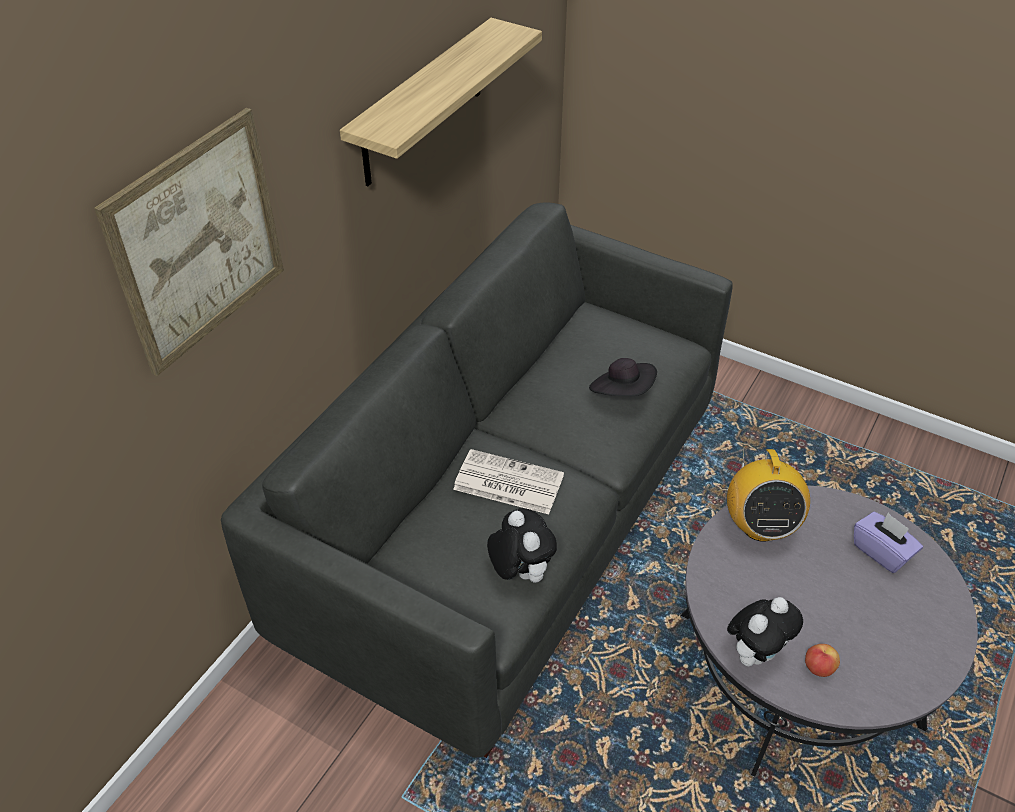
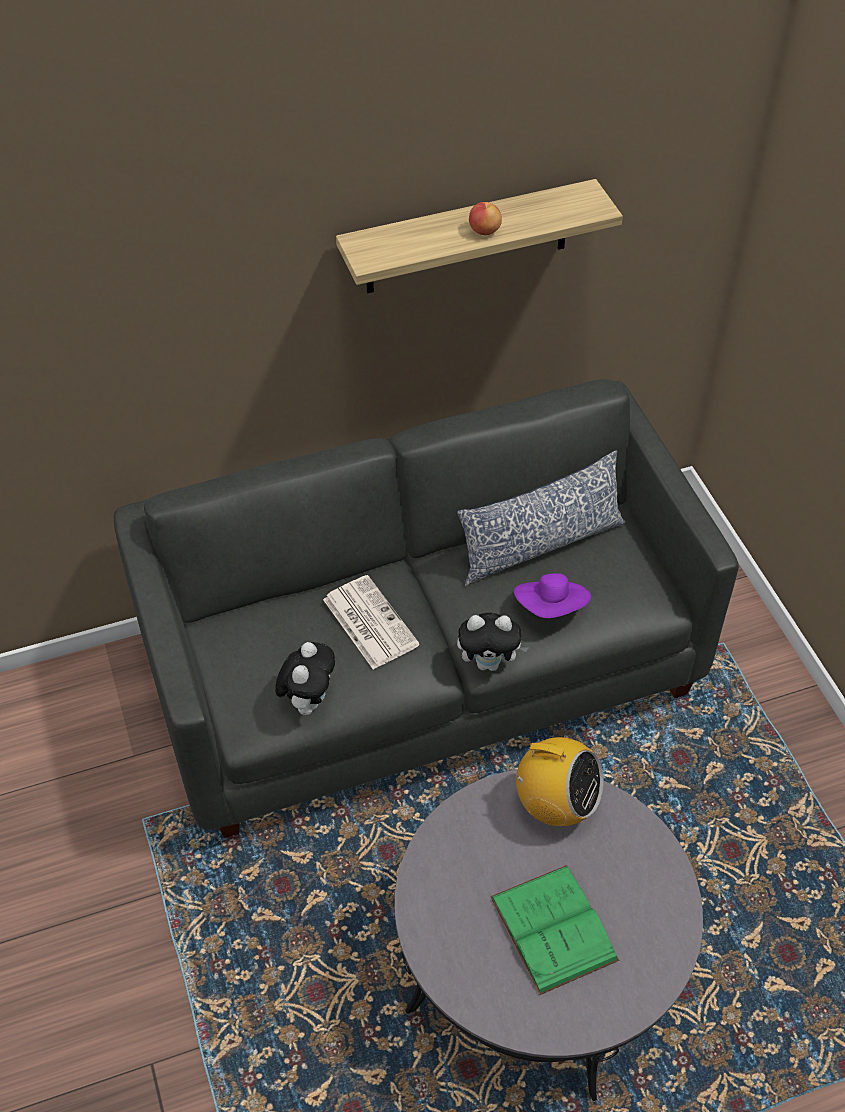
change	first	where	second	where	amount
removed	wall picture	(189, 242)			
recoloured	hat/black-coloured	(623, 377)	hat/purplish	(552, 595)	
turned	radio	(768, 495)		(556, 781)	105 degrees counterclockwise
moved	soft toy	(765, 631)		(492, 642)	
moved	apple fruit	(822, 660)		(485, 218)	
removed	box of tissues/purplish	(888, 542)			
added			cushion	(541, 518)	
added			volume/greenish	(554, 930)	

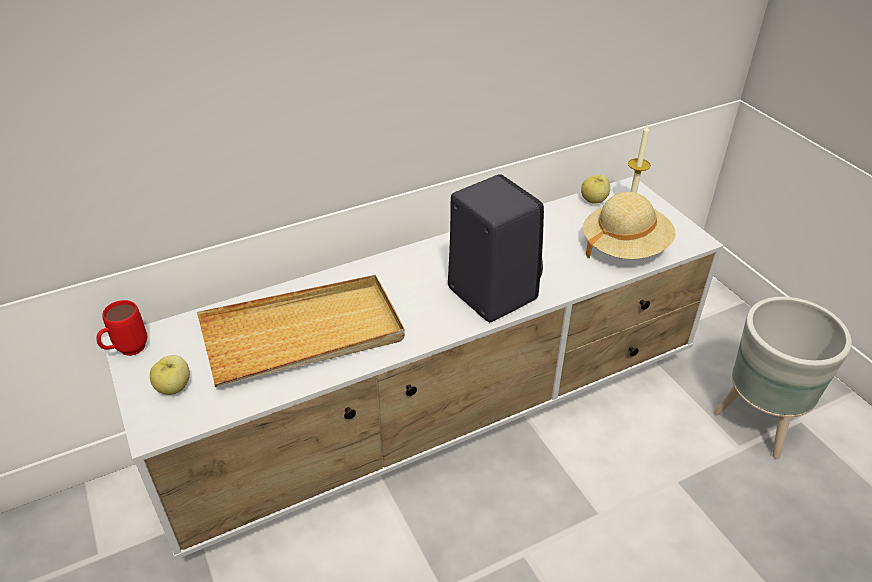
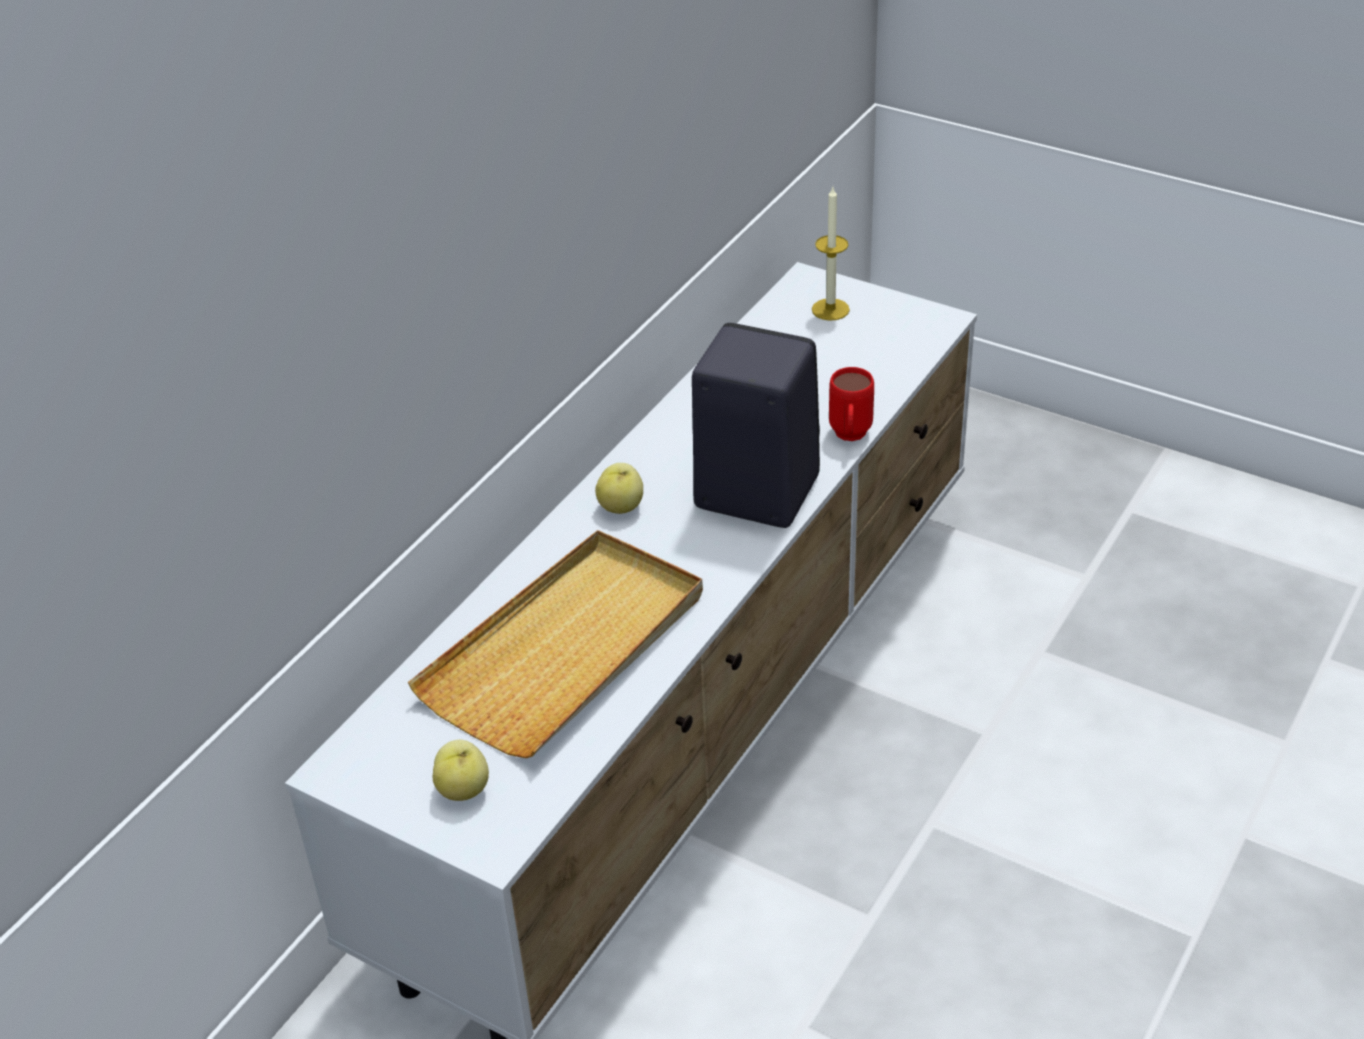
change	first	where	second	where	amount
moved	tea mug/red-coloured	(121, 328)		(851, 404)	
moved	apple fruit	(595, 189)		(619, 488)	
removed	hat/beige-coloured	(629, 225)			
removed	flower pot/greyish	(783, 378)			

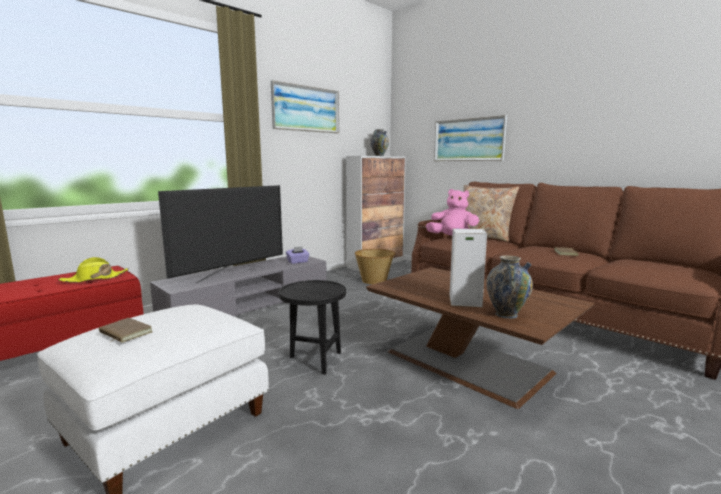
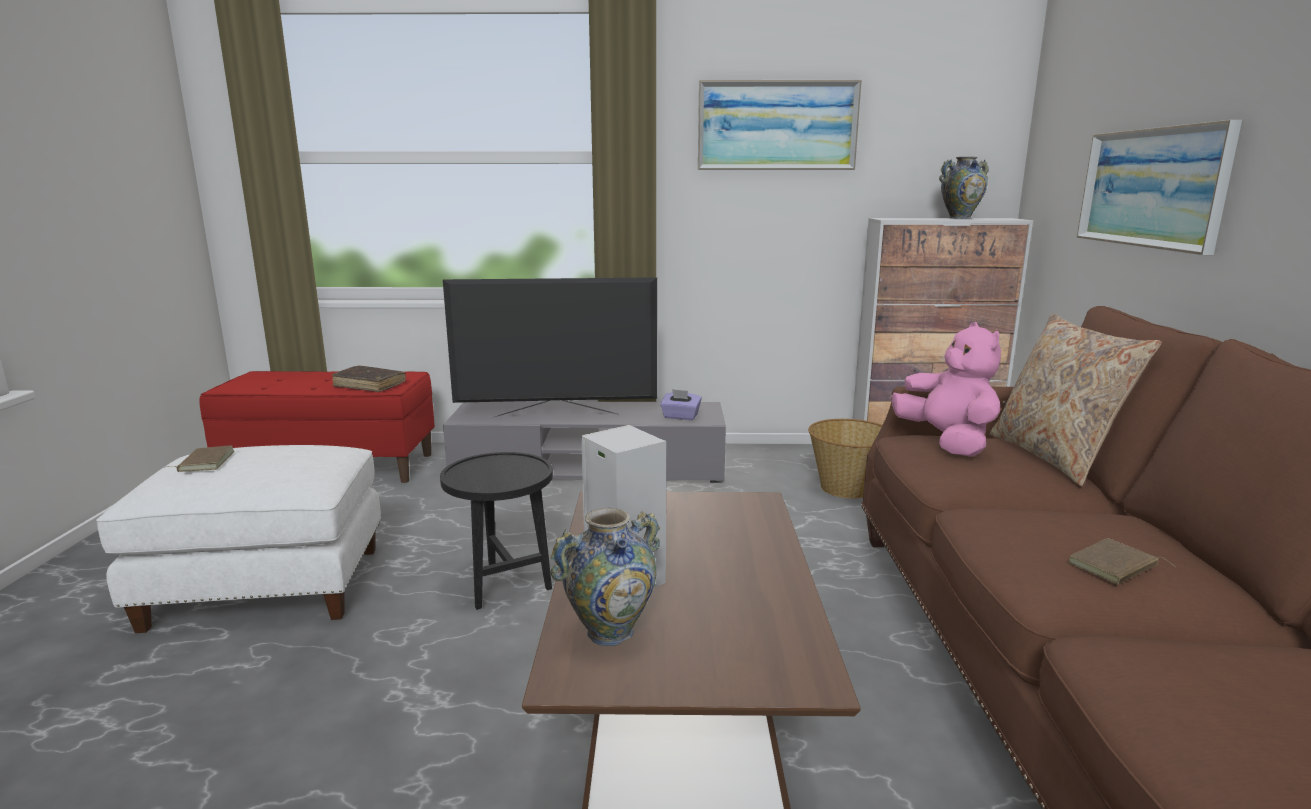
change	first	where	second	where	amount
replaced	hat/yellowish	(93, 270)	volume/brown	(369, 378)	

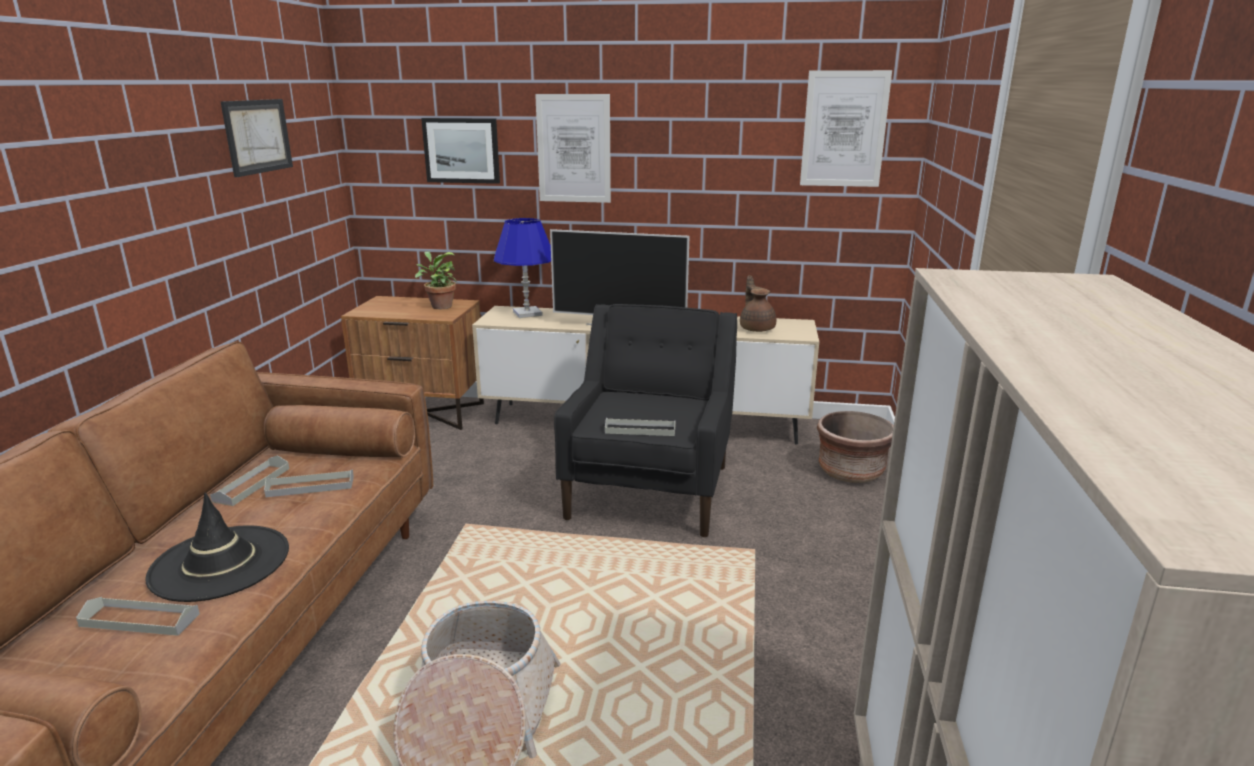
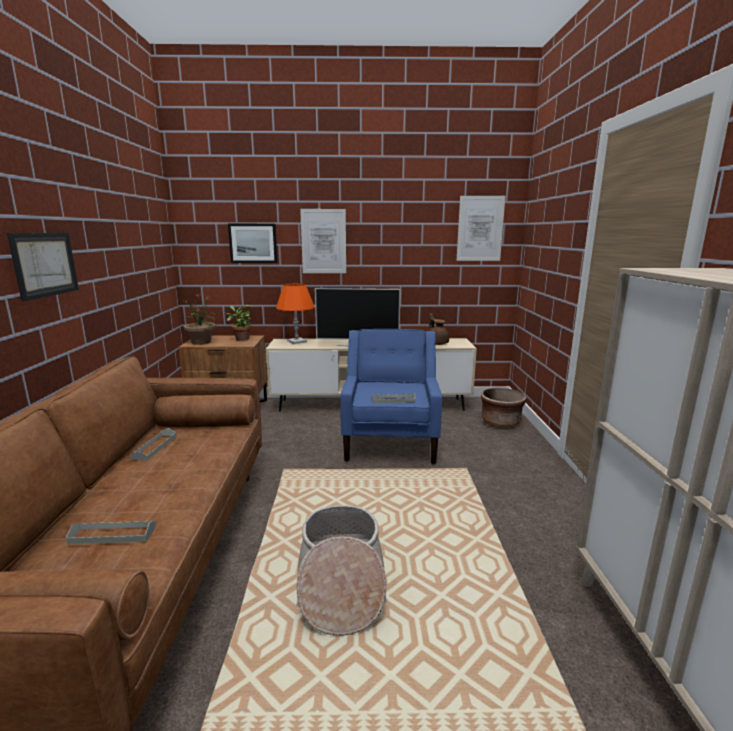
change	first	where	second	where	amount
removed	hat/black-coloured	(217, 547)			
moved	wall picture	(256, 138)		(43, 267)	
removed	tray/greyish	(309, 483)			
recoloured	lamp for a table/blue-coloured	(522, 268)	lamp for a table/orange	(295, 313)	
recoloured	lounge chair/black-coloured	(645, 420)	lounge chair/blue-coloured	(391, 396)	
added			houseplant	(198, 319)	

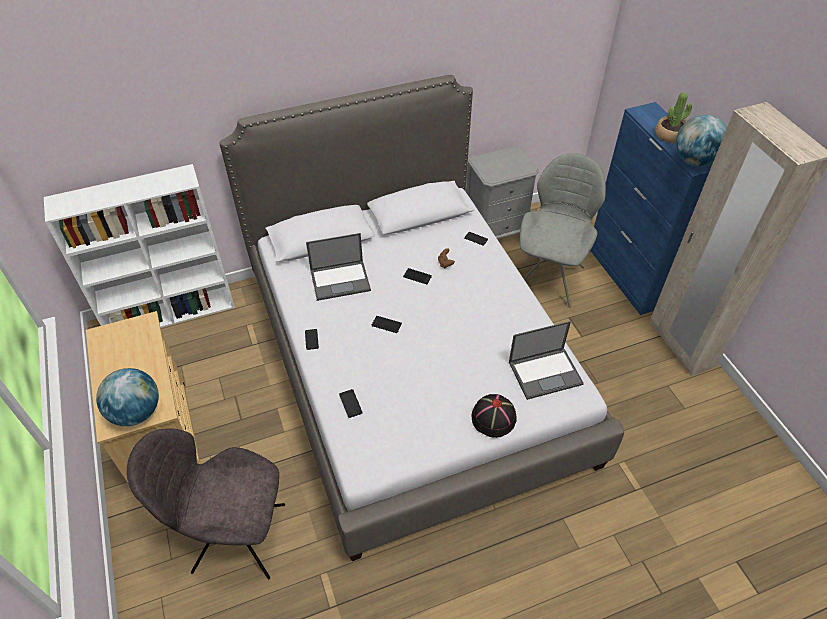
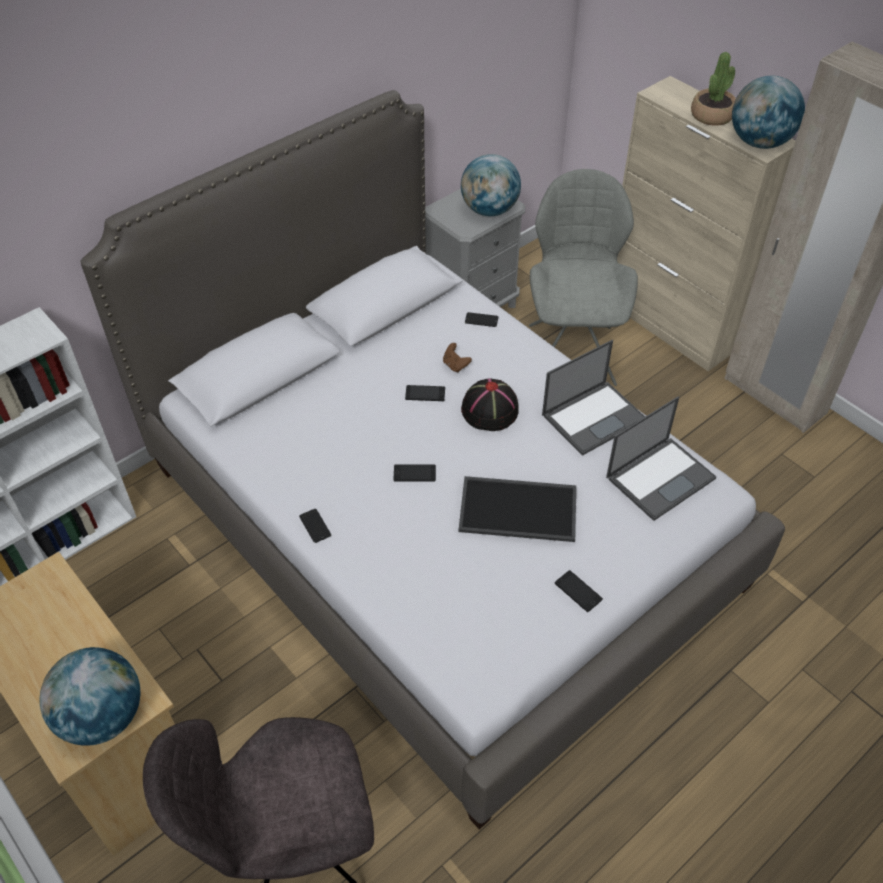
change	first	where	second	where	amount
moved	laptop	(338, 267)		(593, 398)	
moved	handset	(351, 403)		(579, 591)	
moved	hat/black-coloured	(494, 416)		(490, 404)	
recoloured	cupboard/blue-coloured	(651, 208)	cupboard/beige-coloured	(706, 223)	
added			tray	(517, 509)	
added			globe	(491, 185)	

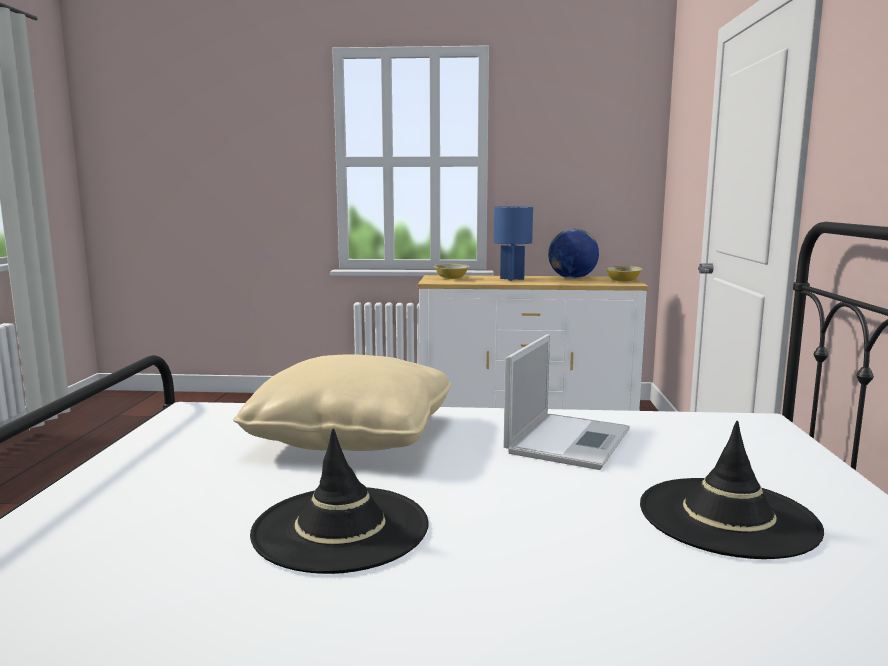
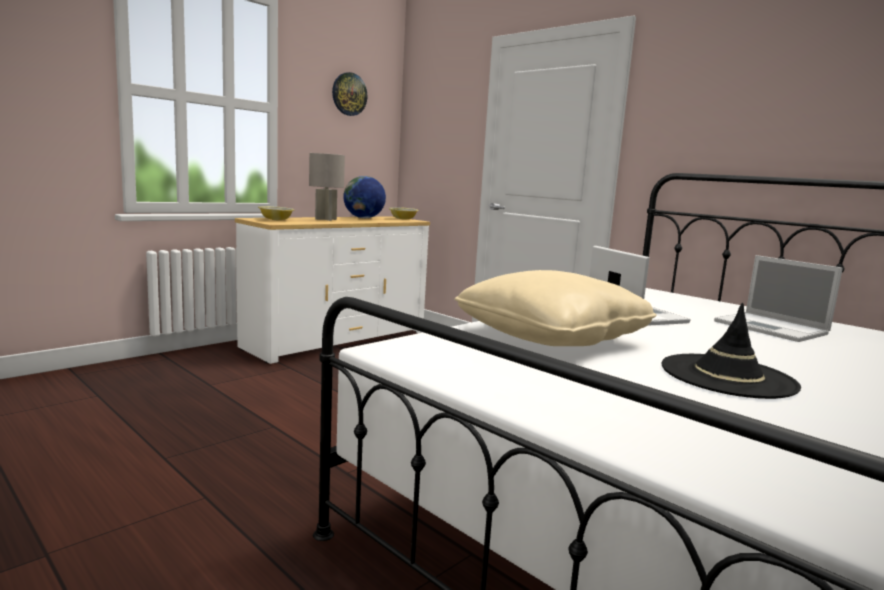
change	first	where	second	where	amount
recoloured	lamp for a table/blue-coloured	(513, 243)	lamp for a table/greyish	(327, 187)	
replaced	hat/black-coloured	(732, 490)	laptop	(778, 298)	
added			wall clock	(349, 94)	

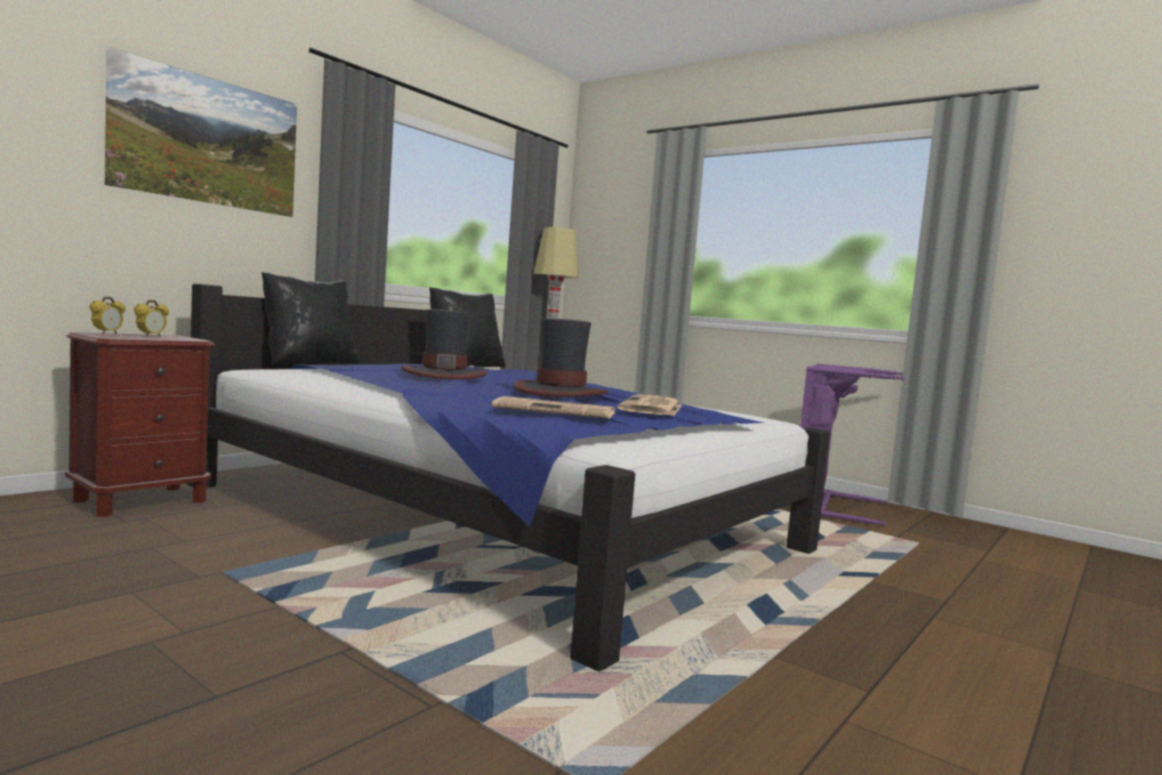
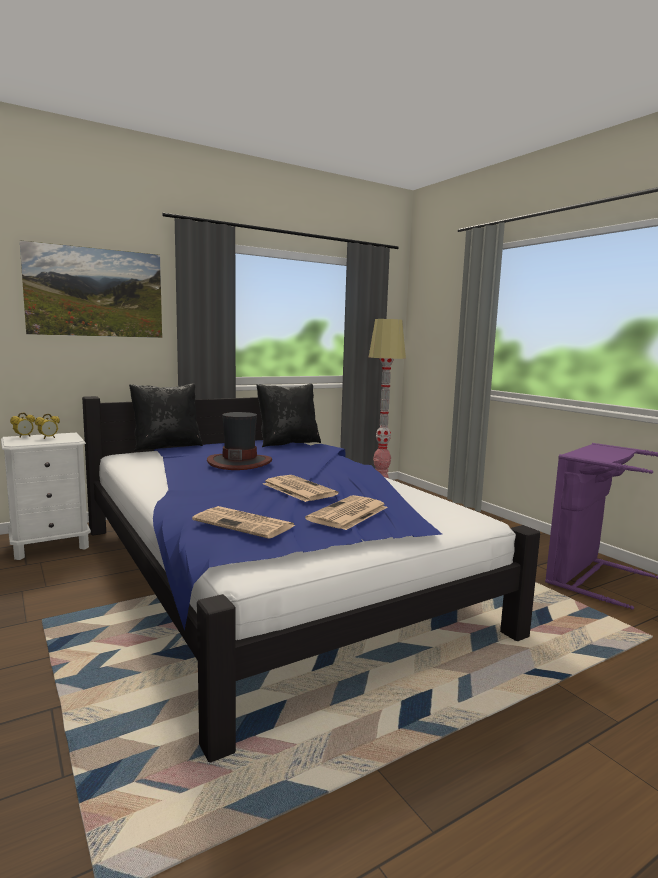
change	first	where	second	where	amount
recoloured	bedside table/brown	(140, 424)	bedside table/whitish	(46, 496)	
replaced	hat	(560, 357)	newspaper	(300, 488)	

